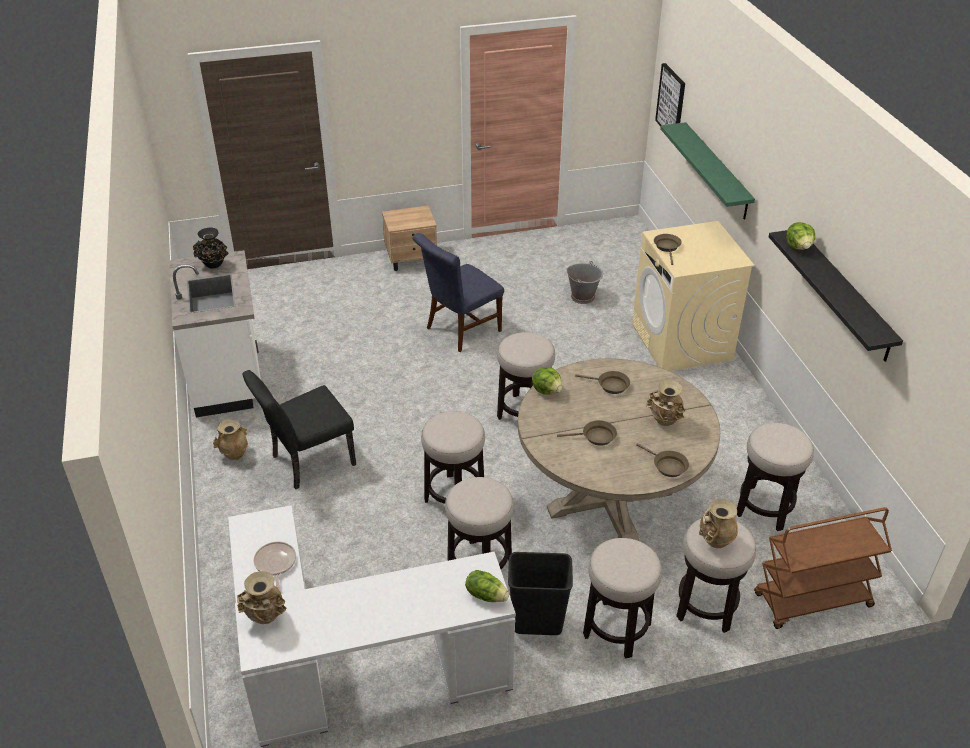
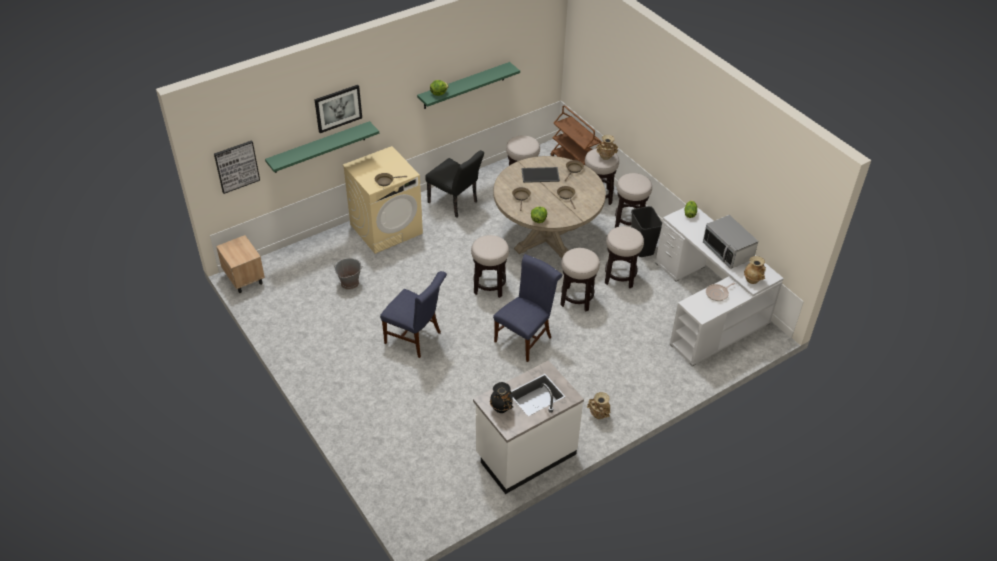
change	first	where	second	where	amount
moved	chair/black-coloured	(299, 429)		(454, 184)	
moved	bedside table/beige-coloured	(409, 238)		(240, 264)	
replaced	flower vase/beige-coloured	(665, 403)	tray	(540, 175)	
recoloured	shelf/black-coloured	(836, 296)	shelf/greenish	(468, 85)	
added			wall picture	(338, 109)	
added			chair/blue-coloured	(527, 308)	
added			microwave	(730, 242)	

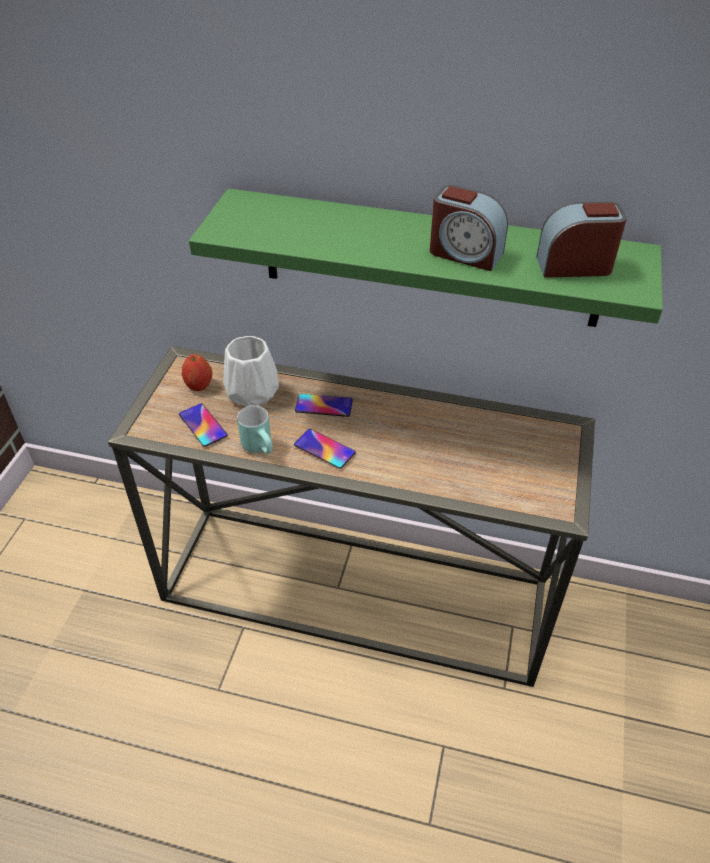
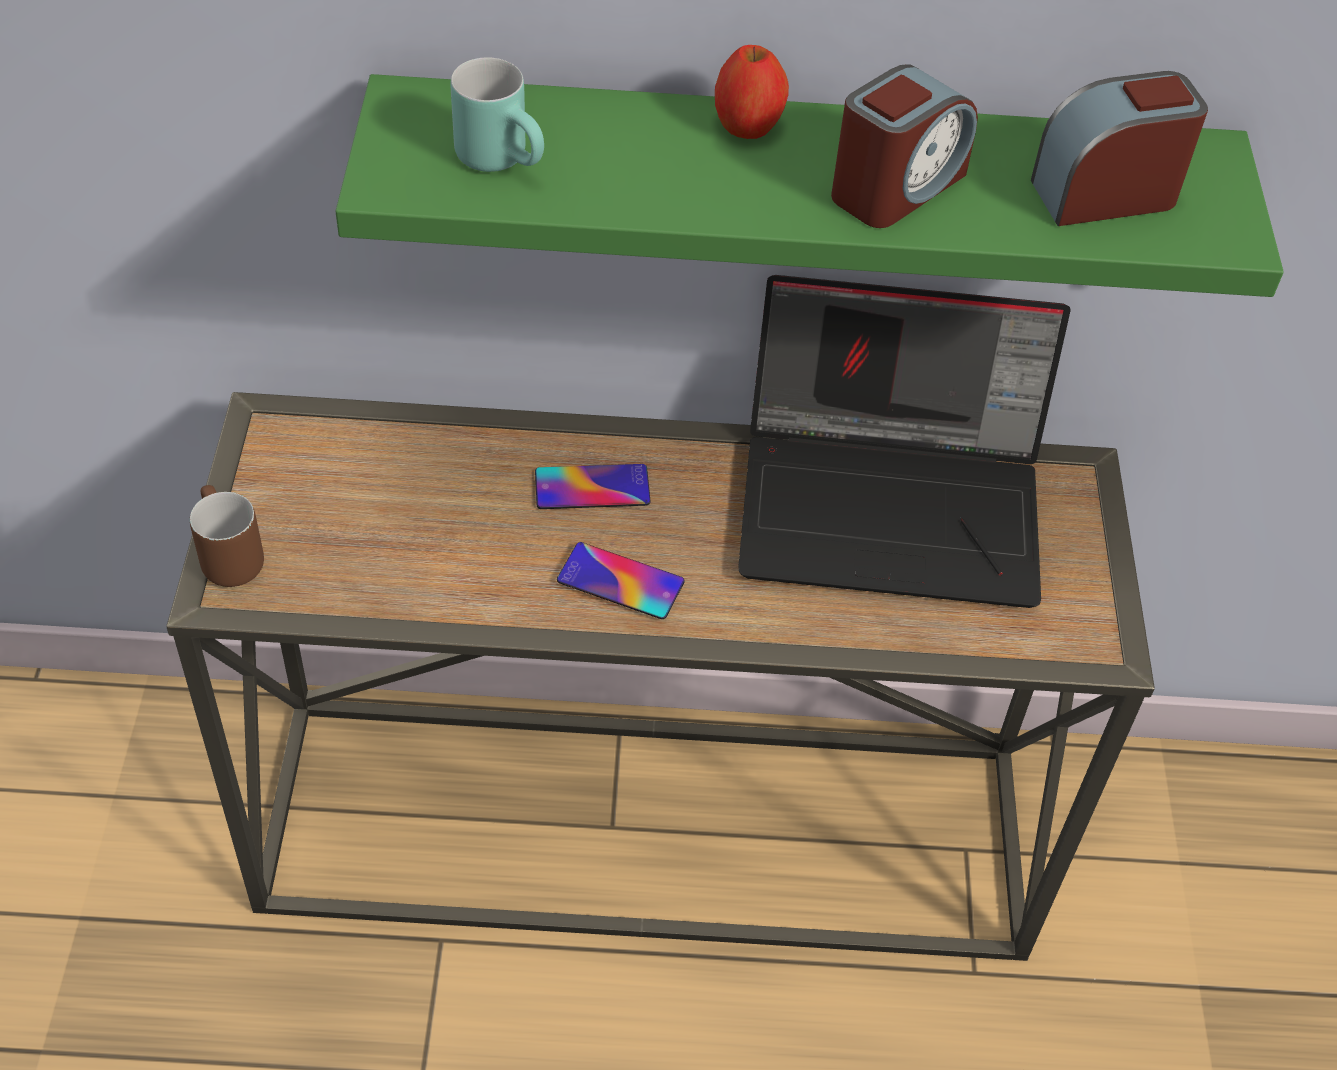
change	first	where	second	where	amount
removed	handset	(203, 425)			
moved	apple fruit	(197, 372)		(752, 92)	
removed	flower vase/whitish	(251, 371)			
moved	tea mug/blue-green	(255, 429)		(497, 114)	
turned	alarm clock	(469, 228)		(904, 146)	60 degrees counterclockwise
added			tea mug/brown	(227, 536)	
added			laptop	(904, 441)	

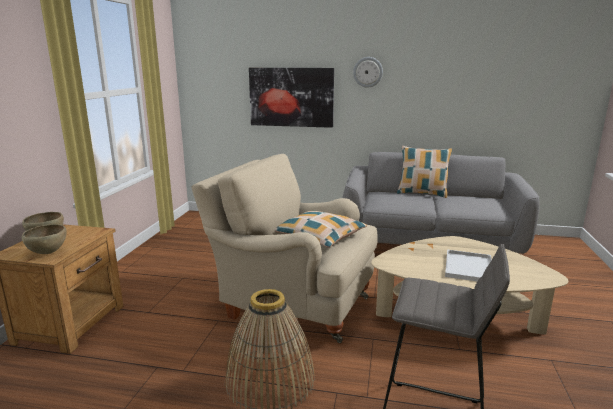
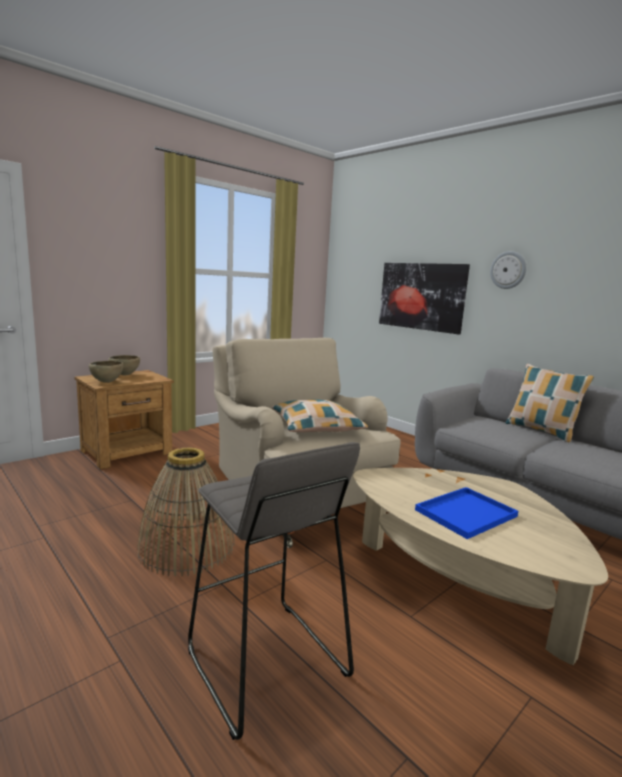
change	first	where	second	where	amount
recoloured	tray/whitish	(468, 265)	tray/blue-coloured	(466, 513)	

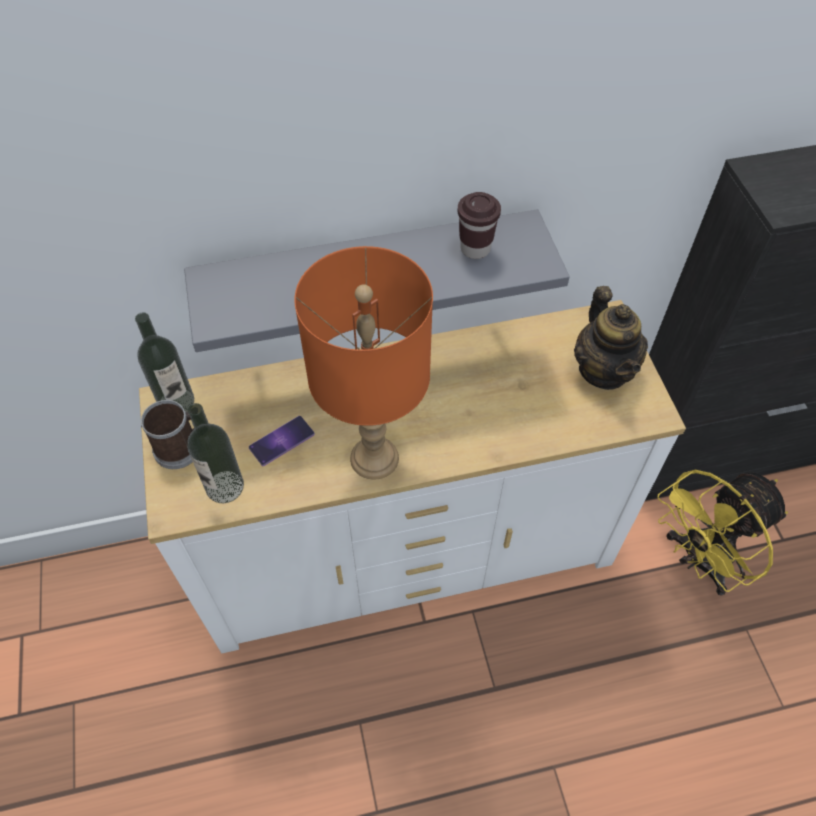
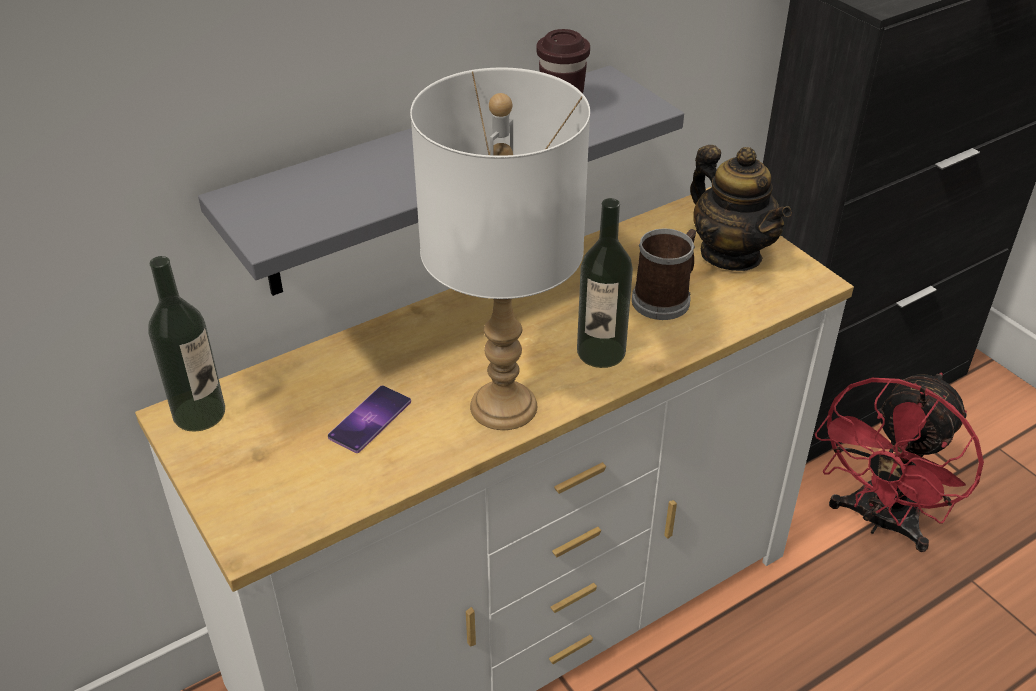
change	first	where	second	where	amount
moved	tea mug	(167, 434)		(664, 274)	
moved	drink bottle	(215, 453)		(605, 283)	
recoloured	lamp for a table/orange	(363, 362)	lamp for a table/whitish	(500, 249)	
recoloured	fan/yellowish	(722, 532)	fan/red-coloured	(899, 462)	

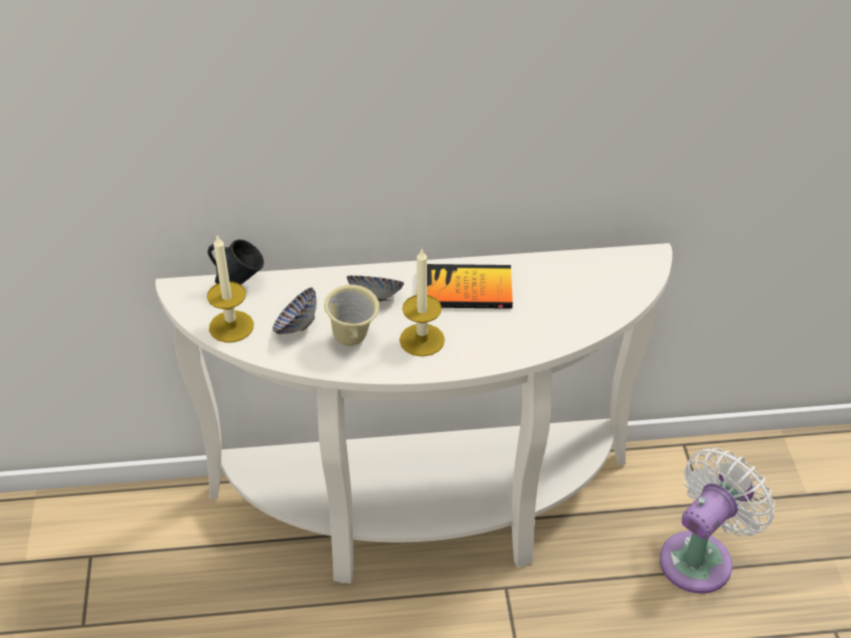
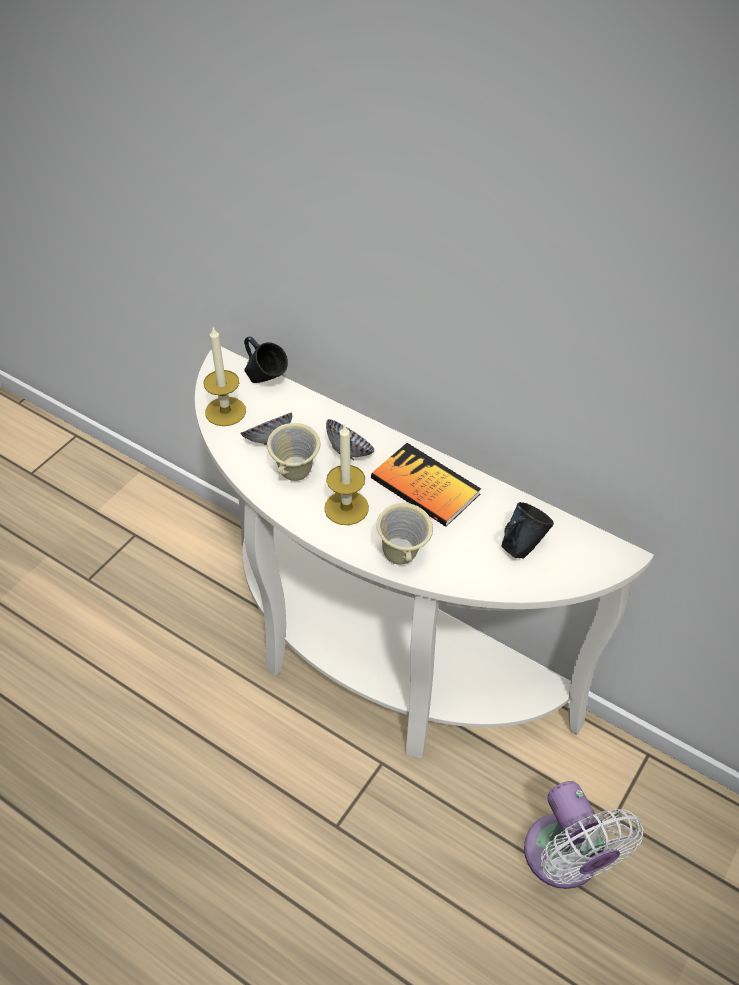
change	first	where	second	where	amount
turned	fan/whitish	(717, 521)		(583, 835)	75 degrees clockwise
added			tea mug/beige-coloured	(404, 534)	
added			tea mug/blue-coloured	(527, 530)	

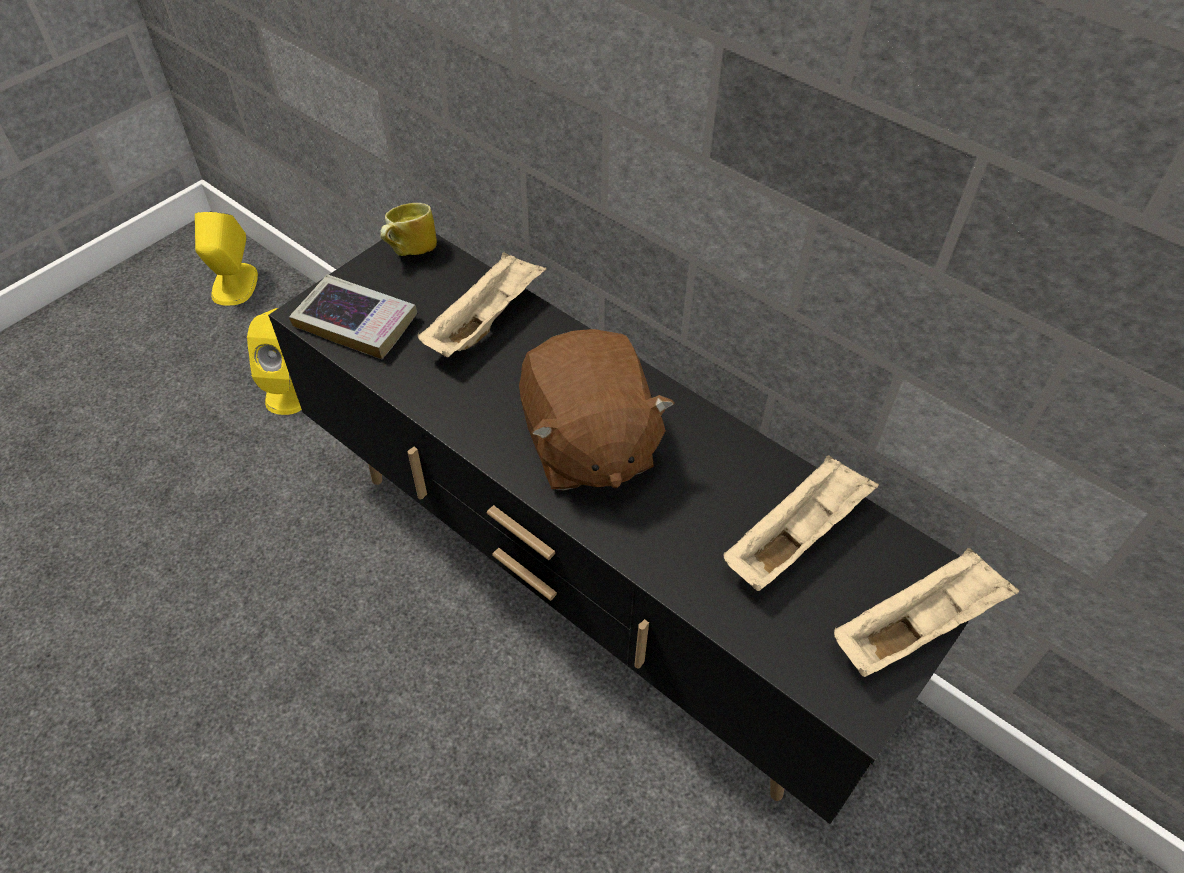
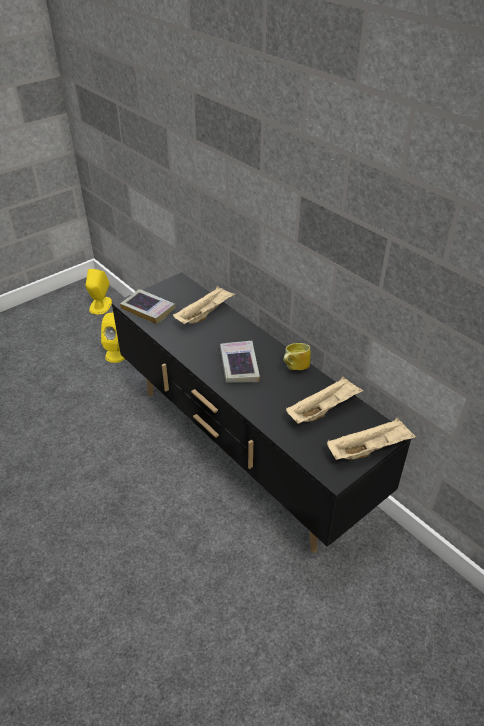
change	first	where	second	where	amount
moved	tea mug	(408, 229)		(297, 356)	
replaced	soft toy/brown	(596, 410)	volume	(240, 362)	

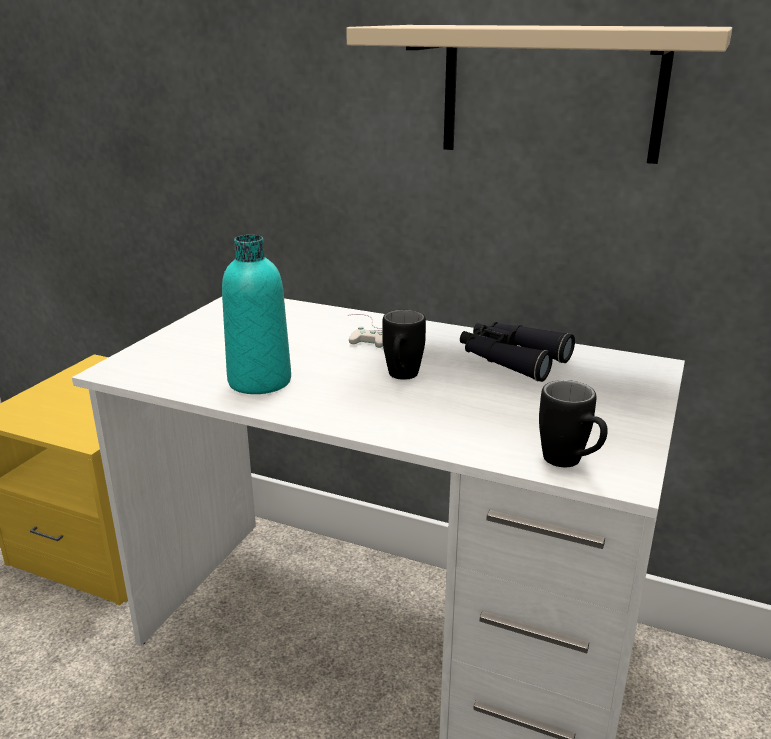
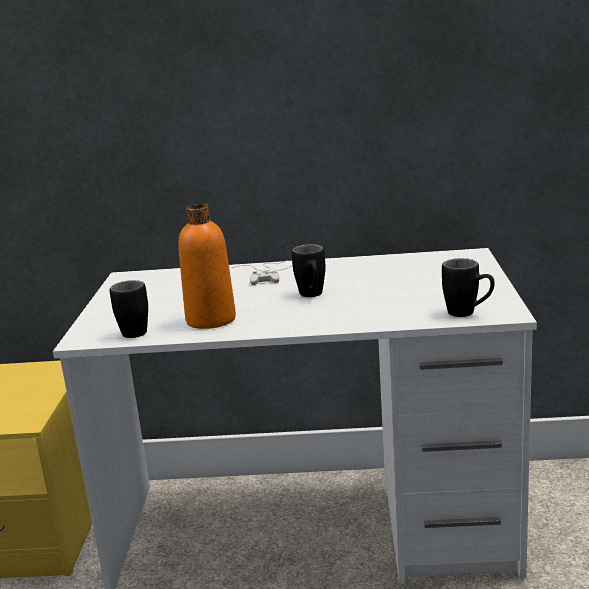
change	first	where	second	where	amount
recoloured	drink bottle/blue-green	(256, 314)	drink bottle/orange	(207, 266)	
removed	shelf/beige-coloured	(539, 94)			
removed	field glasses/black-coloured	(517, 352)			
added			tea mug/black-coloured	(129, 309)	

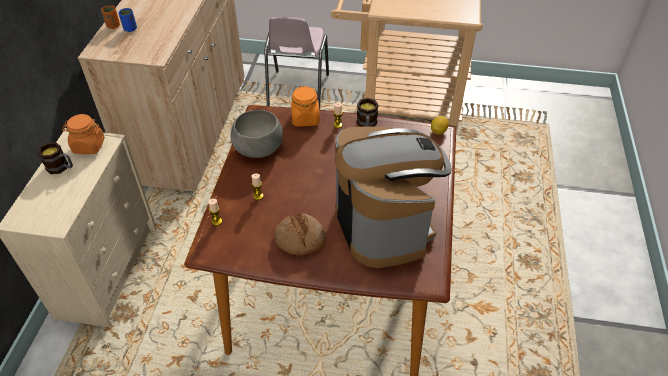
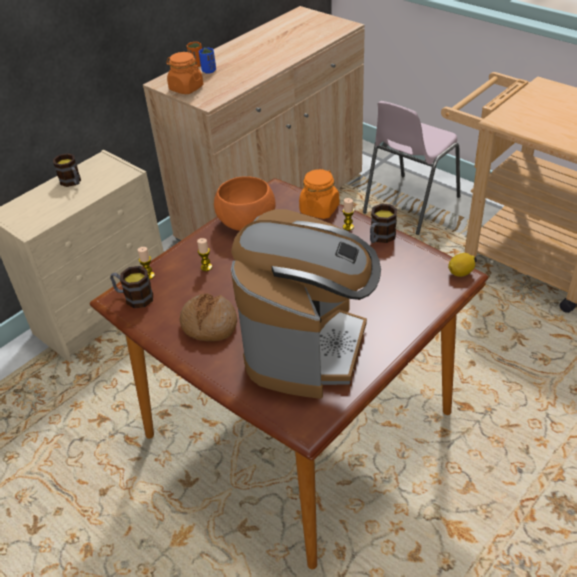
change	first	where	second	where	amount
moved	jar/orange	(83, 134)		(184, 73)	
recoloured	serving bowl/greyish	(256, 134)	serving bowl/orange	(245, 203)	
added			tea mug	(131, 287)	

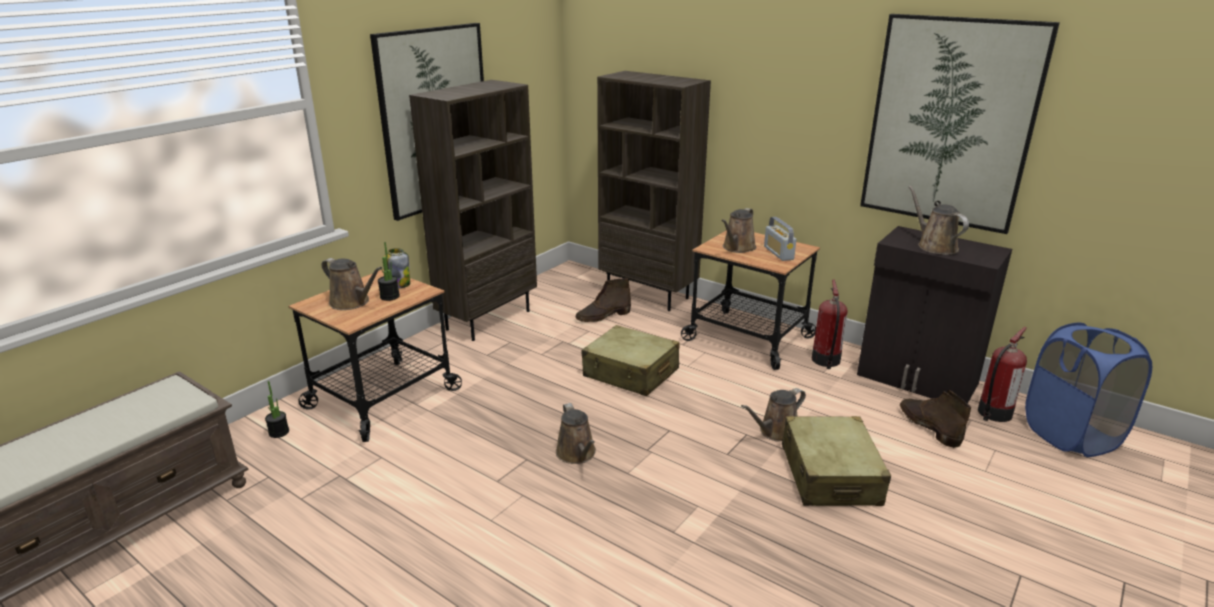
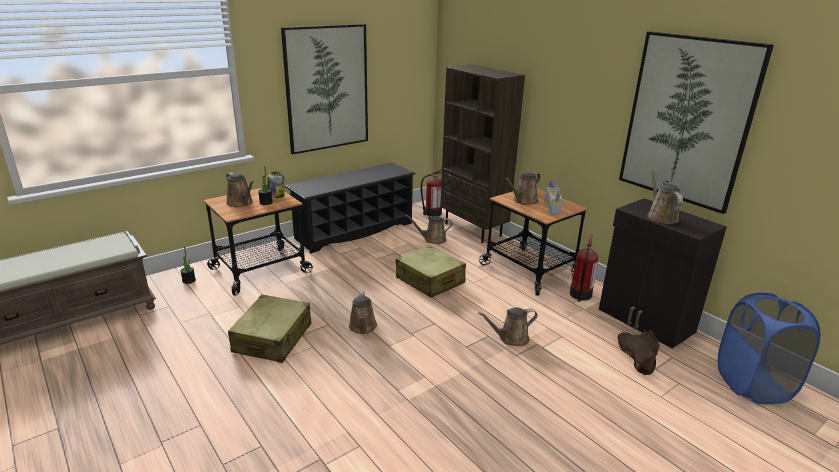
change	first	where	second	where	amount
replaced	bookcase/brown	(473, 210)	shoe stand/black-coloured	(350, 208)	
replaced	boot/brown	(603, 300)	watering pot/brown	(428, 229)	
moved	piece of luggage/beige-coloured	(836, 461)		(269, 329)	
moved	extinguisher	(1002, 374)		(431, 192)	

